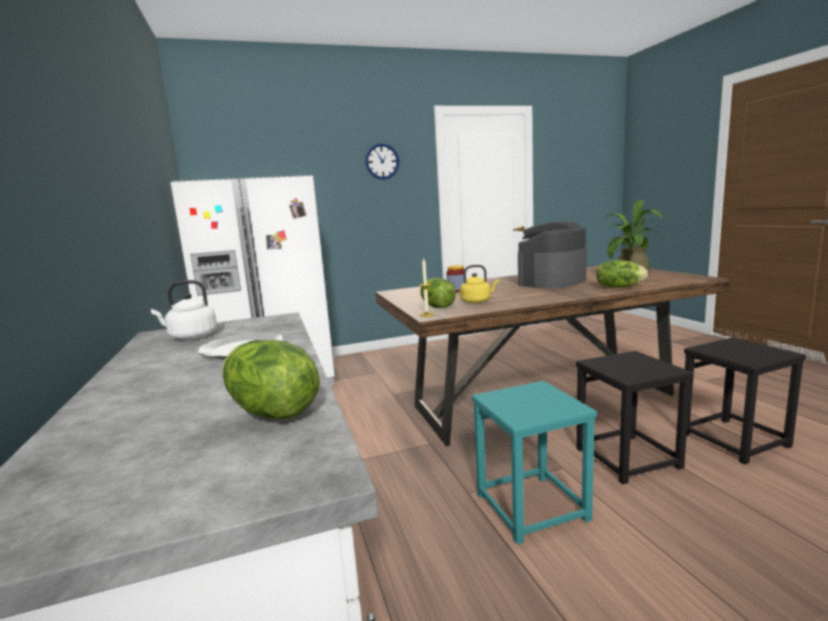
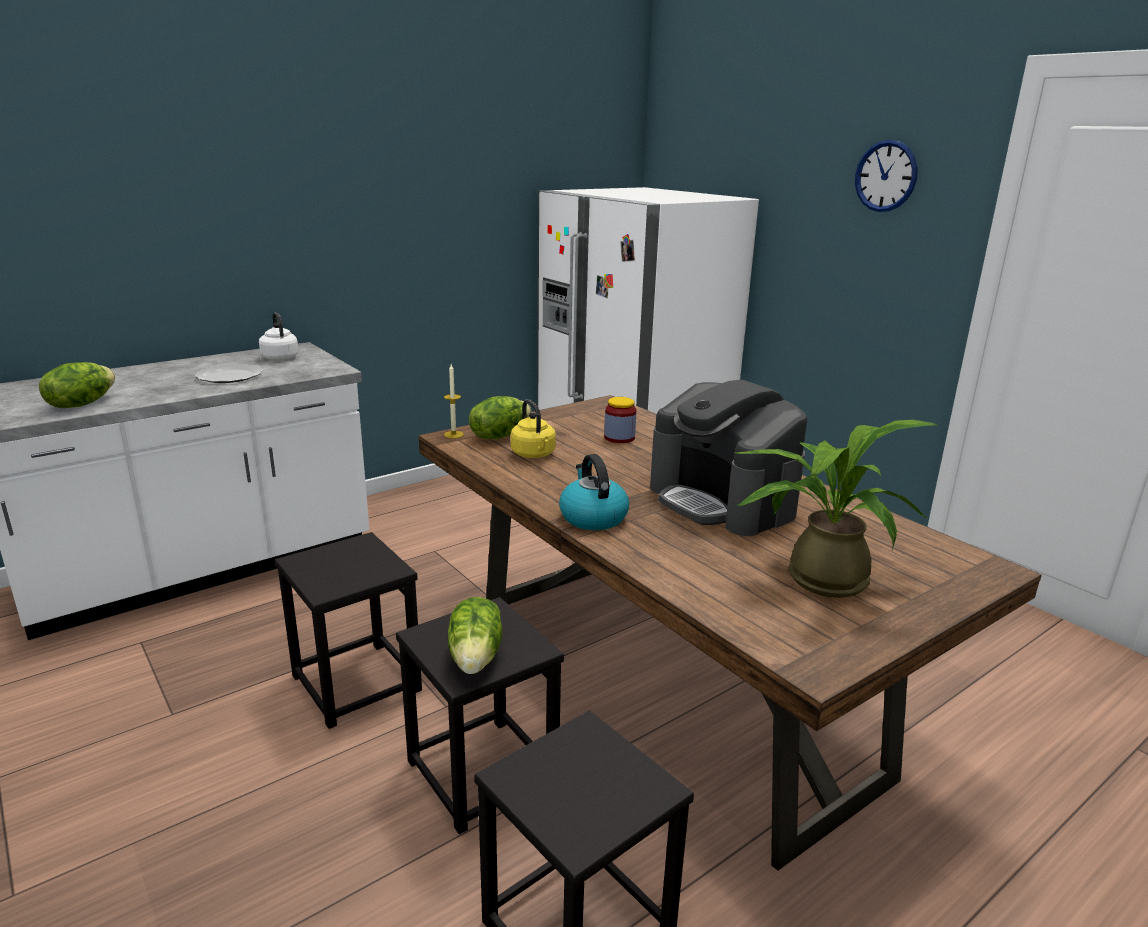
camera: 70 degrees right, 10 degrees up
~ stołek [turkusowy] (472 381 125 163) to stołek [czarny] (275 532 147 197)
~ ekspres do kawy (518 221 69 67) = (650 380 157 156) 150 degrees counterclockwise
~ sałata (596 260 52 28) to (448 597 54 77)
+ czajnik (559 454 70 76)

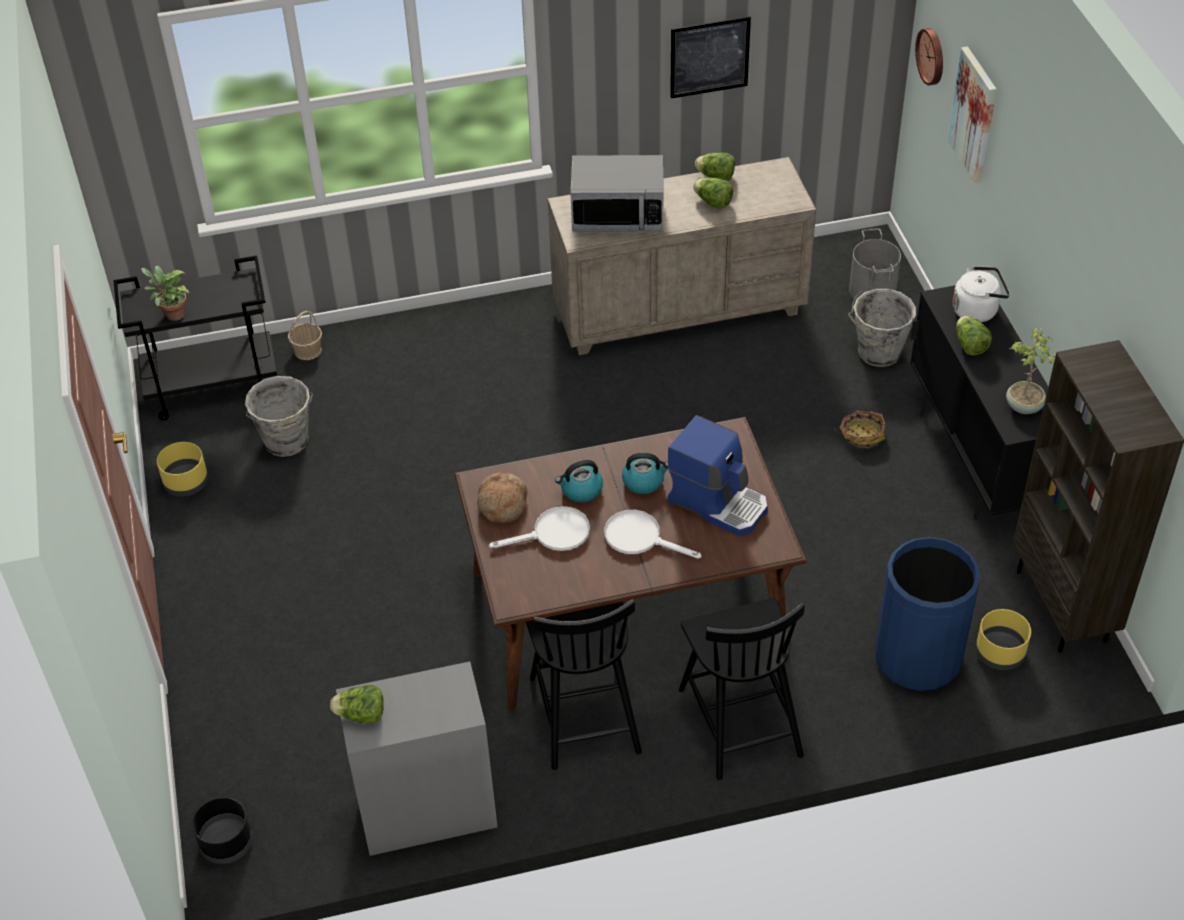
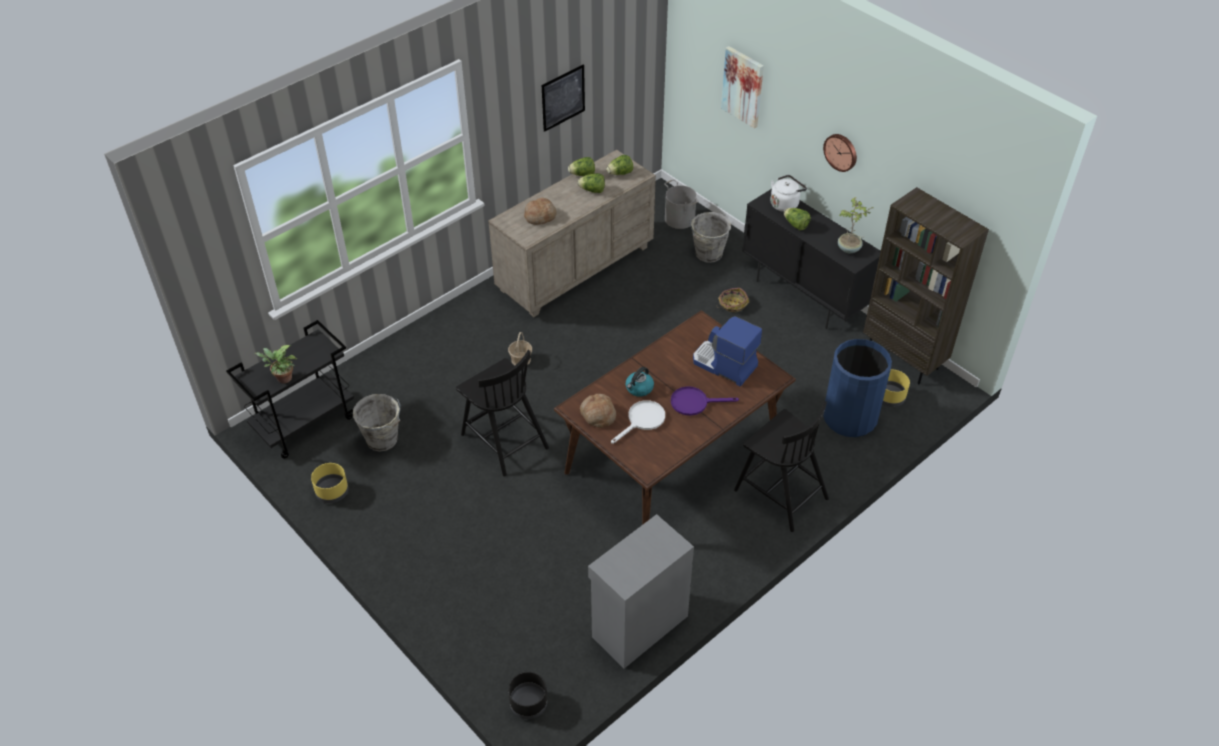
camera: 30 degrees left, 0 degrees up
~ koszyk (288 311 34 49) to (508 332 24 33)
~ sałata (330 685 54 38) to (606 155 27 20)
~ krzesło [czarny] (526 599 116 171) to (456 350 93 127)
~ mikrofalówka (570 155 93 77) to chleb (524 198 33 27)
~ patelnia [biały] (605 510 96 49) to patelnia [fioletowy] (671 386 68 30)
- czajnik (622 453 46 41)
~ ekspres do kawy (668 415 100 121) = (693 316 69 70) 150 degrees counterclockwise
~ zegar ścienny (915 28 28 57) to (823 134 34 38)

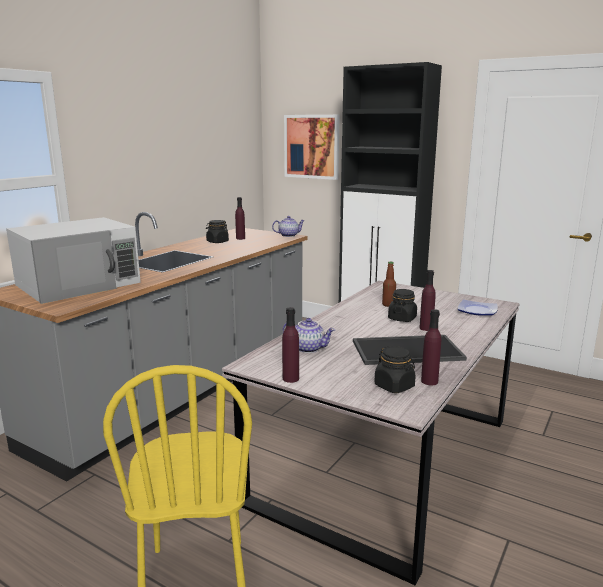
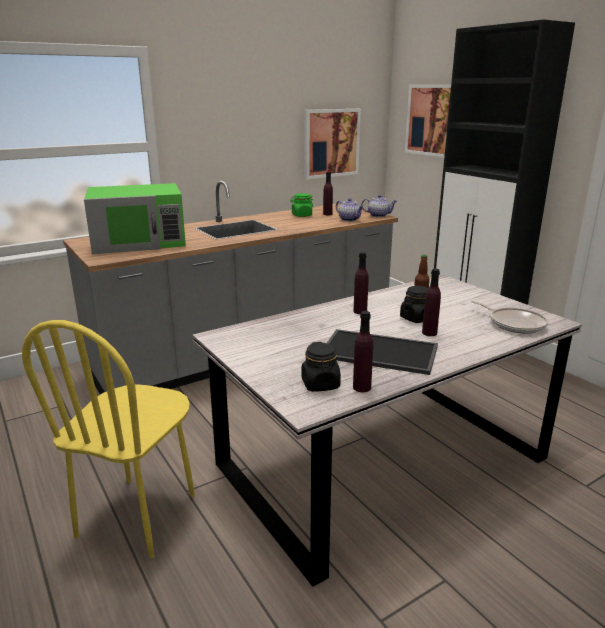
camera: 25 degrees right, 5 degrees up
~ mikrofalówka [biały] (6 217 135 87) to mikrofalówka [zielony] (84 183 102 71)
~ słoik [czarny] (206 220 23 23) to słoik [zielony] (290 193 23 24)
~ butelka [fioletowy] (282 307 17 76) to (353 252 16 62)
~ imbryk (283 318 52 35) to (336 198 28 24)
~ talerz (458 300 40 16) to patelnia (471 301 77 33)
+ obraz (305 109 56 70)

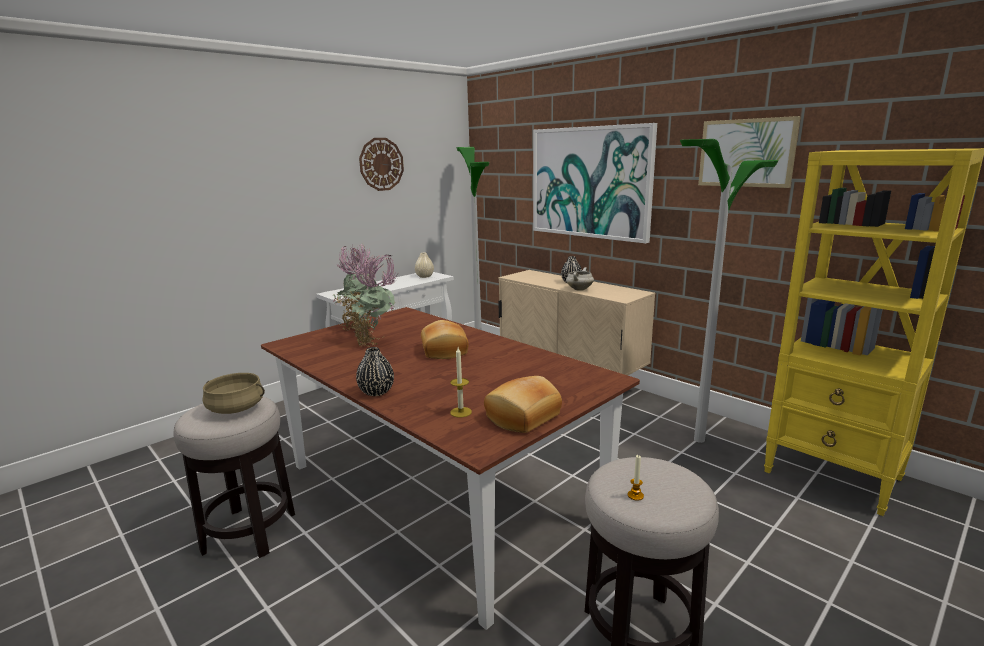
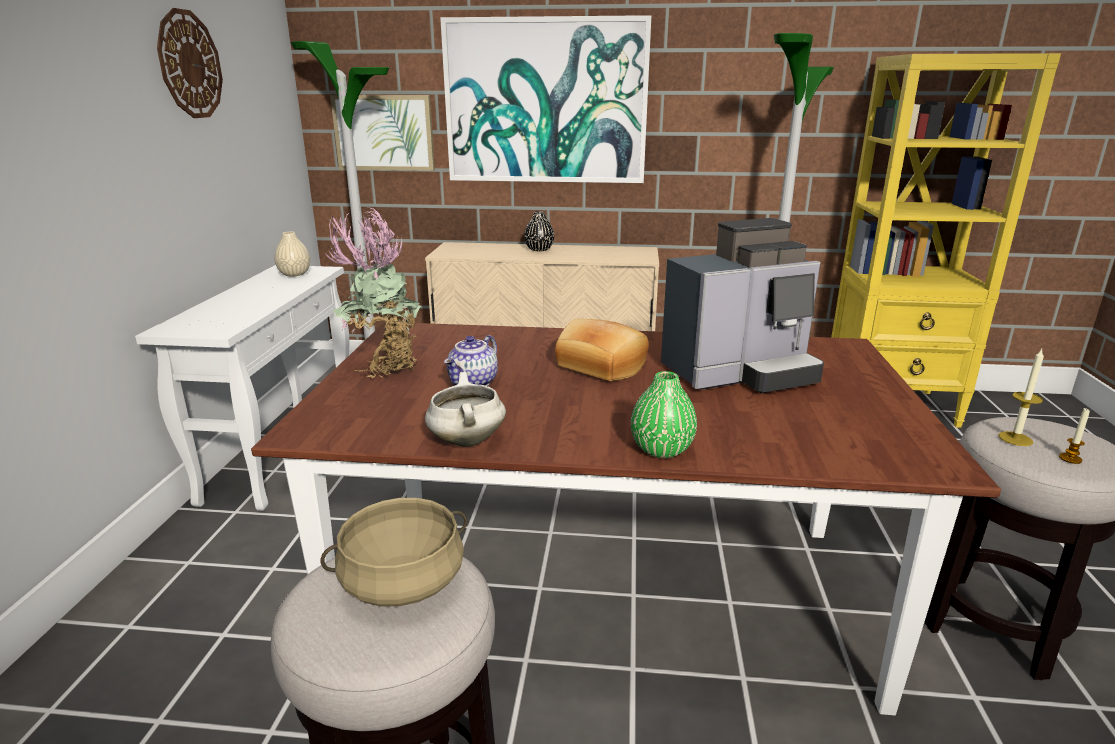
camera: 40 degrees left, 5 degrees up
~ roślina doniczkowa (344 254 54 92) to imbryk (444 335 54 51)
~ wazon [czarny] (356 347 38 49) to wazon [zielony] (631 371 66 87)
~ świeca (450 347 22 70) to (999 349 45 97)
- chleb (484 376 78 57)
~ garnek [biały] (566 267 28 24) to (425 372 81 75)
~ obraz (698 116 103 72) to (330 95 105 76)
+ ekspres do kawy (661 218 163 175)

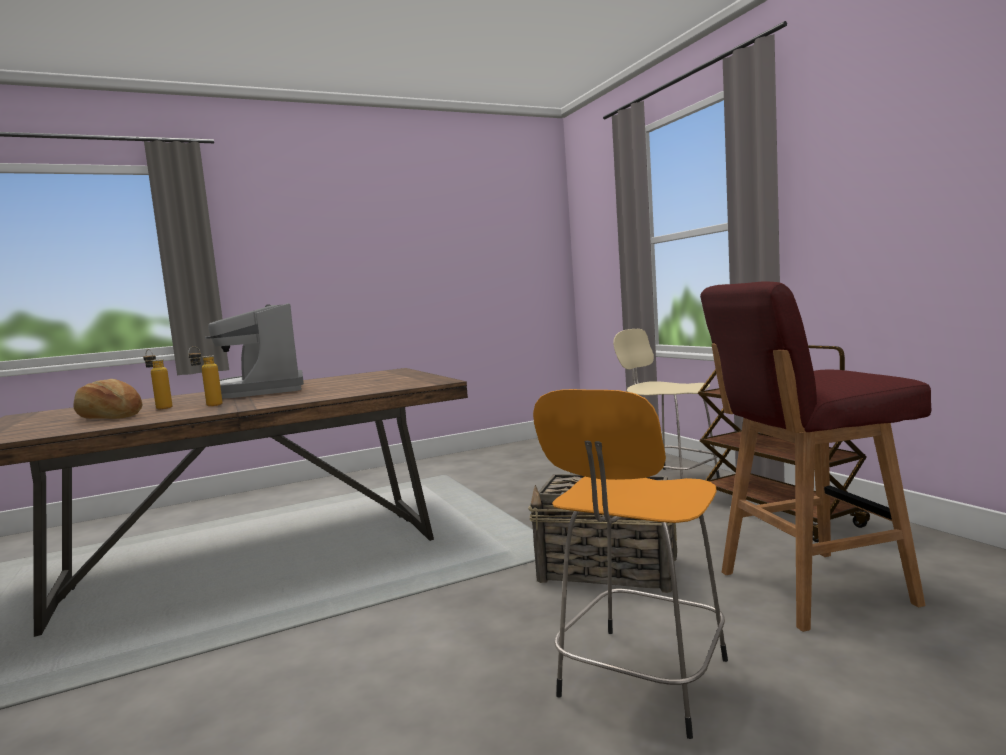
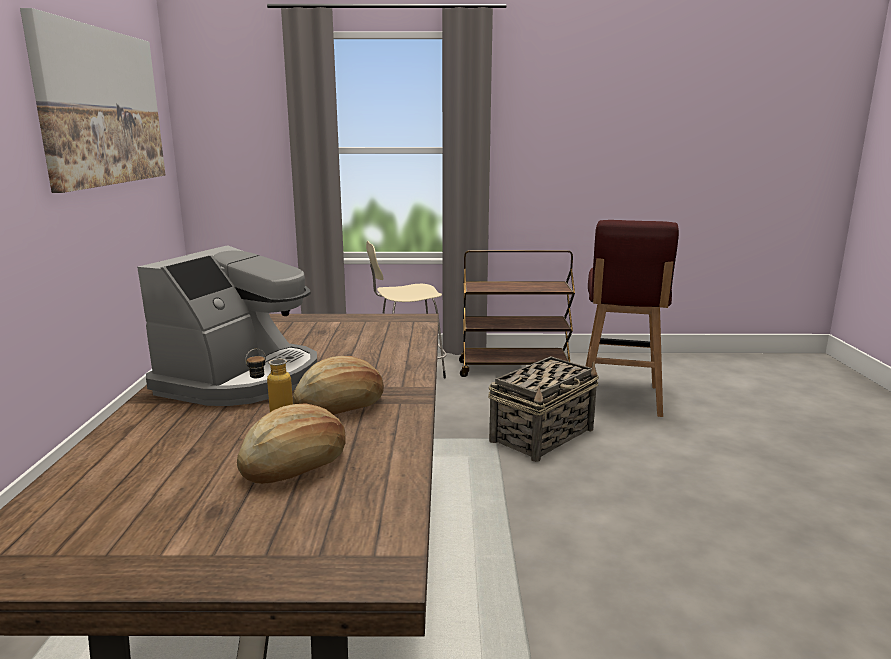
camera: 65 degrees left, 10 degrees up
~ butelka (188 347 34 59) to chleb (293 356 91 59)
~ ekspres do kawy (205 303 99 96) = (137 245 180 161) 75 degrees counterclockwise
- stołek [pomarańczowy] (533 389 195 350)
+ obraz (20 8 145 185)

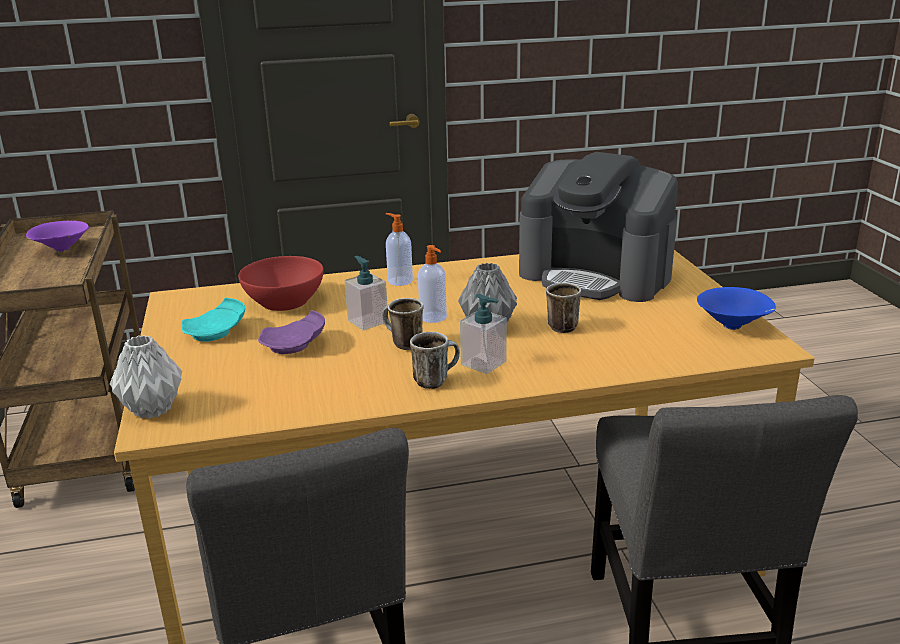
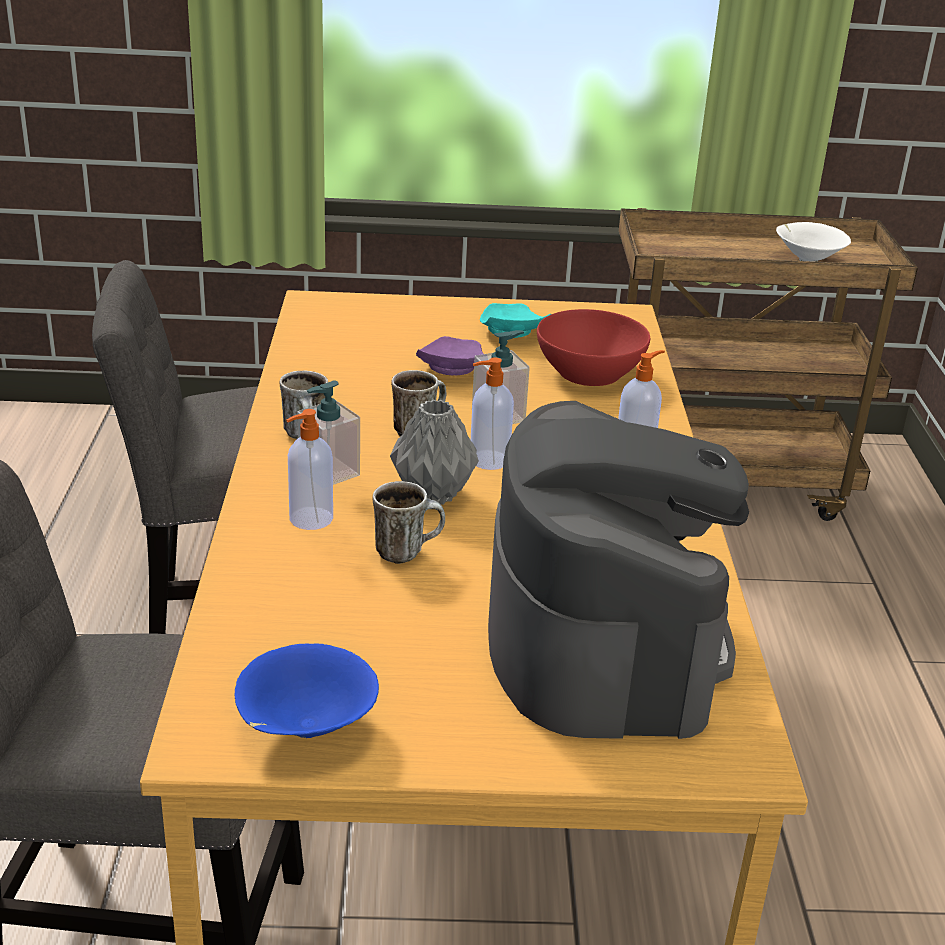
camera: 100 degrees right, 5 degrees up
~ miska [fioletowy] (26 221 63 31) to miska [biały] (776 222 75 40)
- wazon [szary] (110 335 72 84)
~ ekspres do kawy (519 152 159 150) = (488 401 261 338) 135 degrees clockwise
+ dozownik mydła (286 409 47 121)

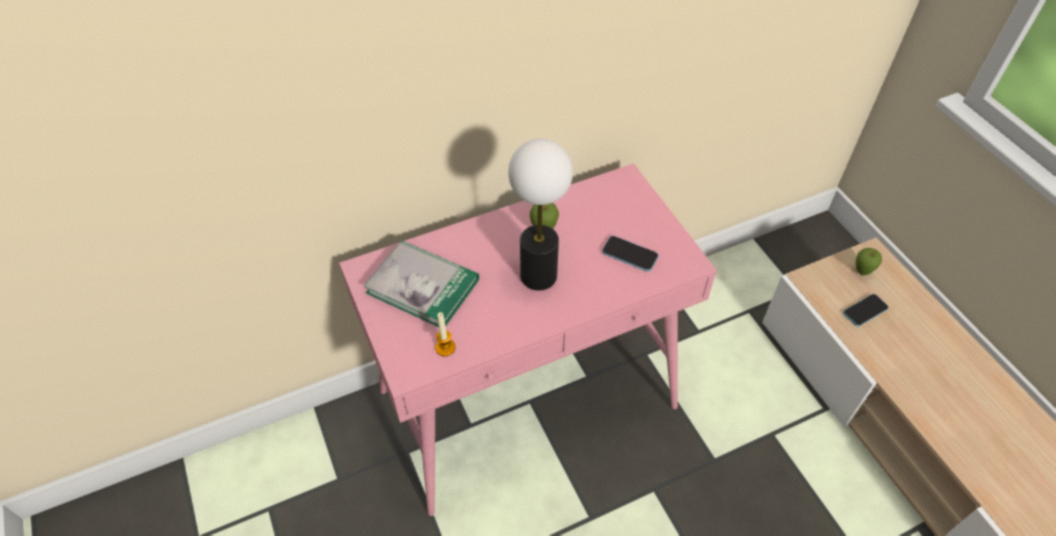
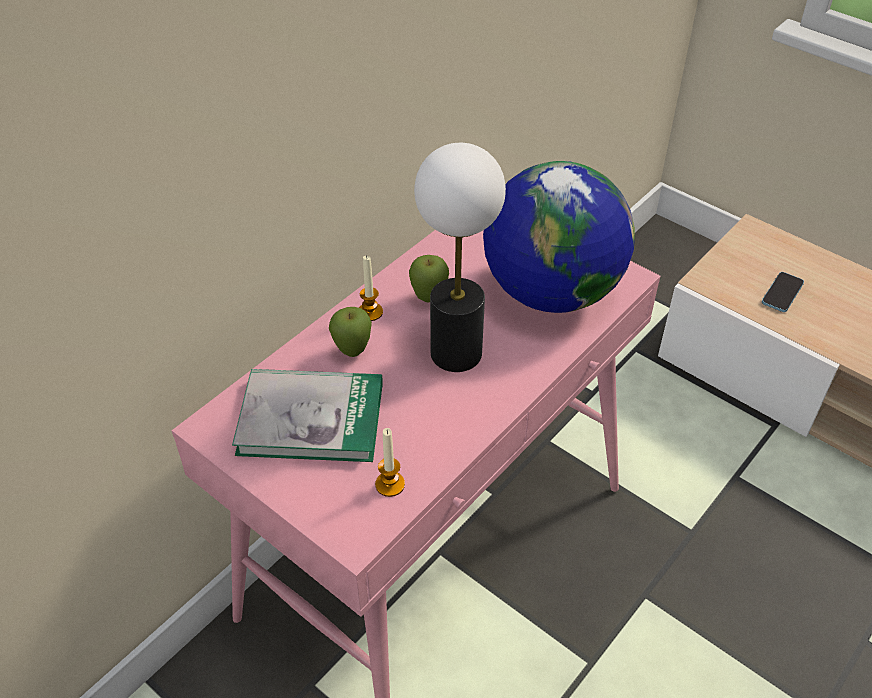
camera: 25 degrees left, 5 degrees down
~ telefon (602 236 57 36) to globus (483 161 152 152)
~ jabłko (856 248 26 27) to (329 307 43 50)
+ świeca (359 255 24 66)

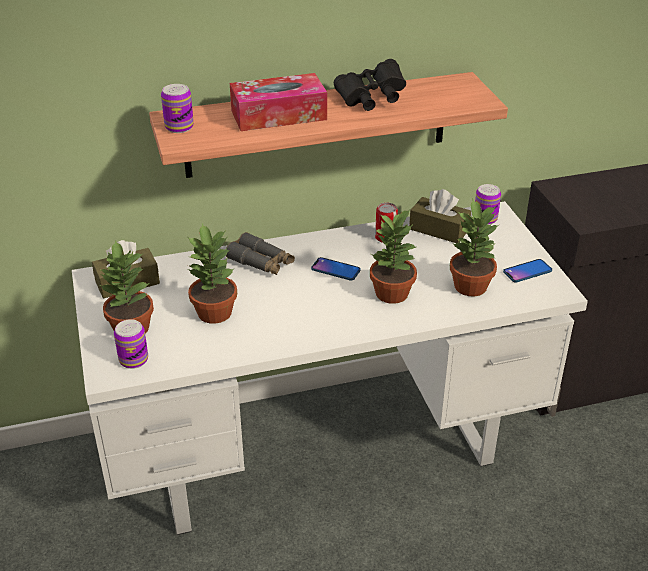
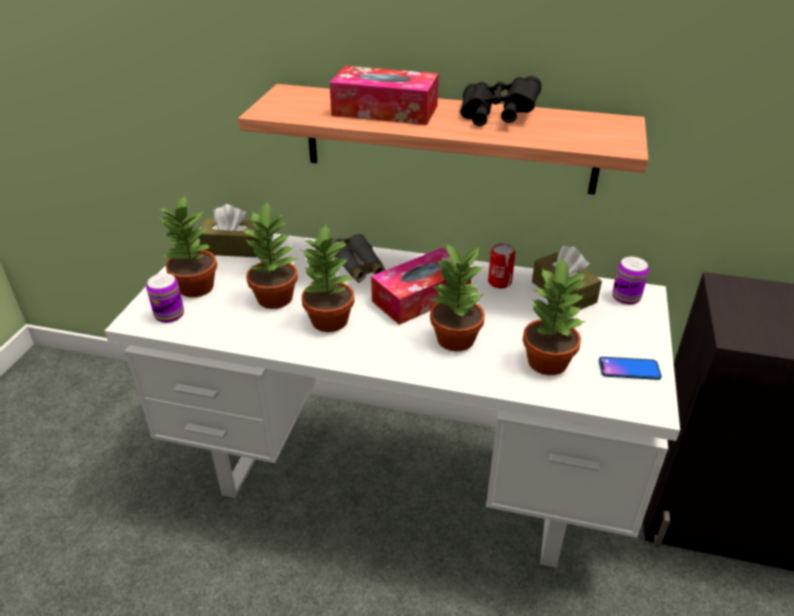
camera: 30 degrees right, 0 degrees up
- puszka (161 84 33 49)
~ telefon (311 257 50 24) to pudełko chusteczek (371 248 100 77)
+ roślina doniczkowa (301 224 53 108)

